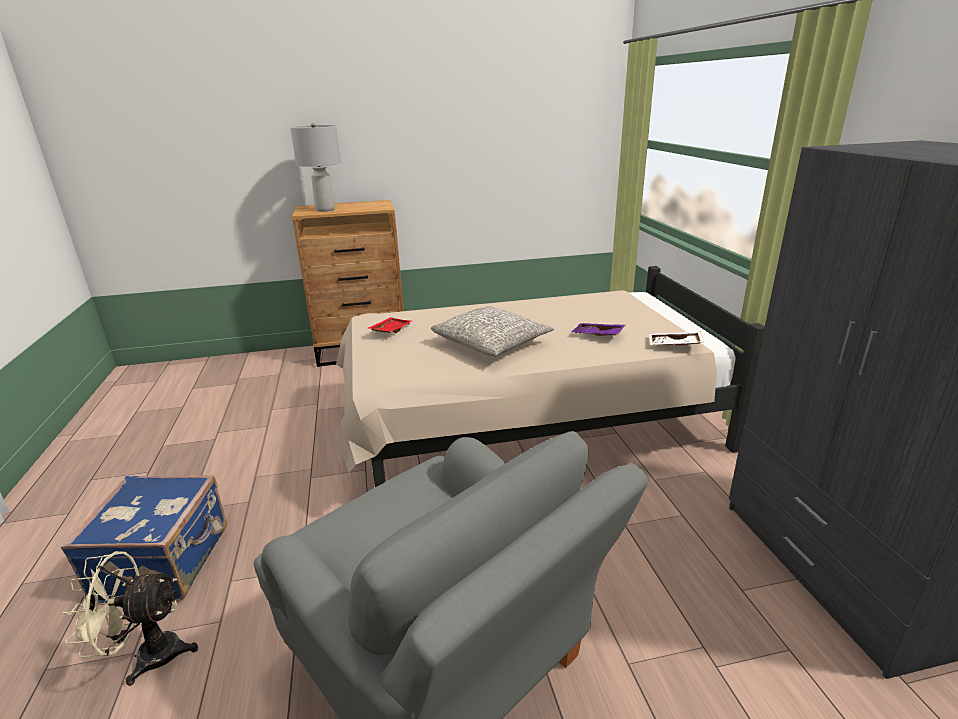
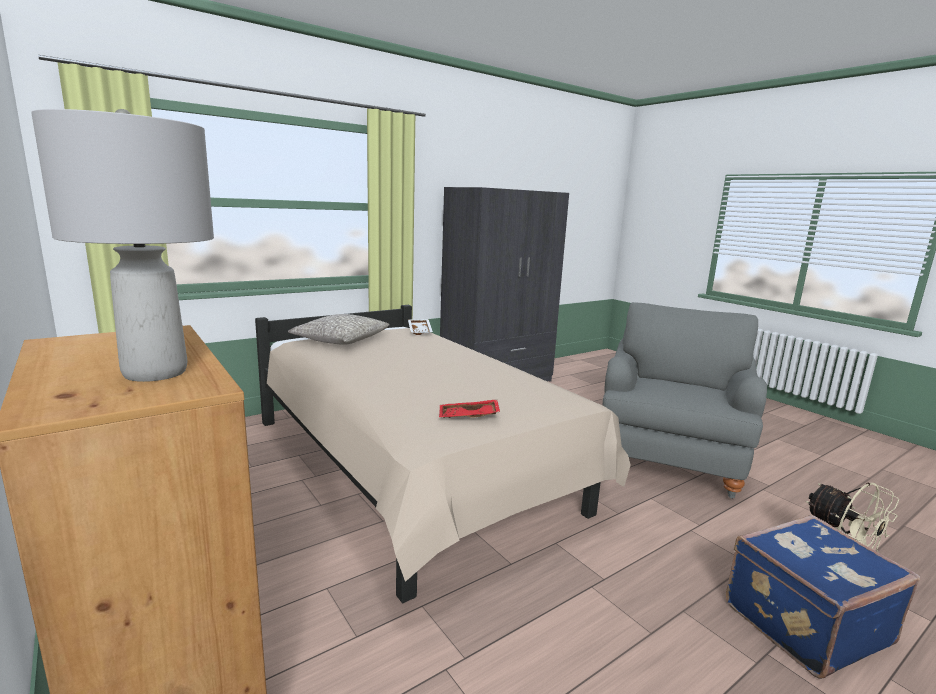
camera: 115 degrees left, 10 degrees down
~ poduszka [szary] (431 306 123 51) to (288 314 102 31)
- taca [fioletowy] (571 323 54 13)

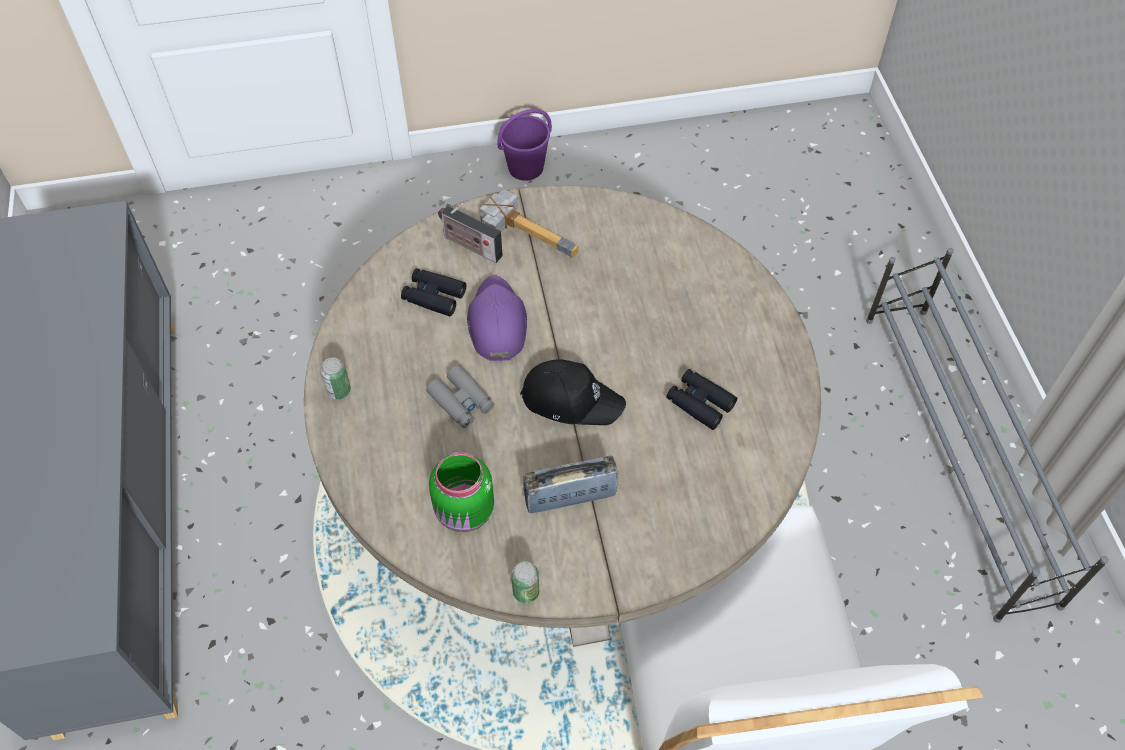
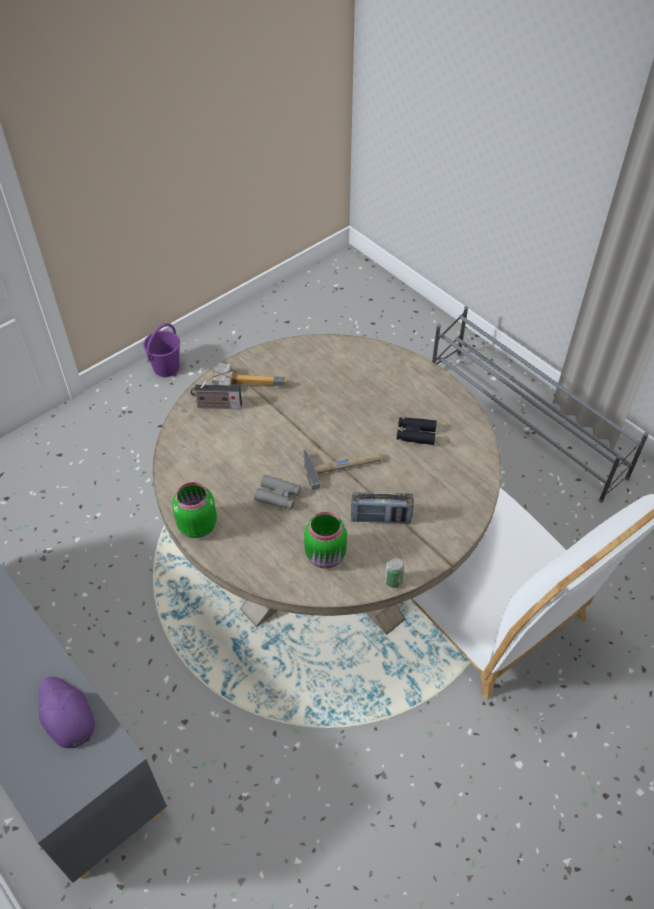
camera: 30 degrees left, 5 degrees down
~ puszka (321 358 30 41) to słoik [zielony] (172 482 45 56)
- lornetka [czarny] (401 268 65 48)
~ czapka z daszkiem [fioletowy] (467 275 60 86) to (38 677 57 71)
~ czapka z daszkiem [czarny] (520 360 106 65) to młotek (304 449 77 41)
~ radio (523 456 95 57) = (351 492 63 32) 135 degrees counterclockwise

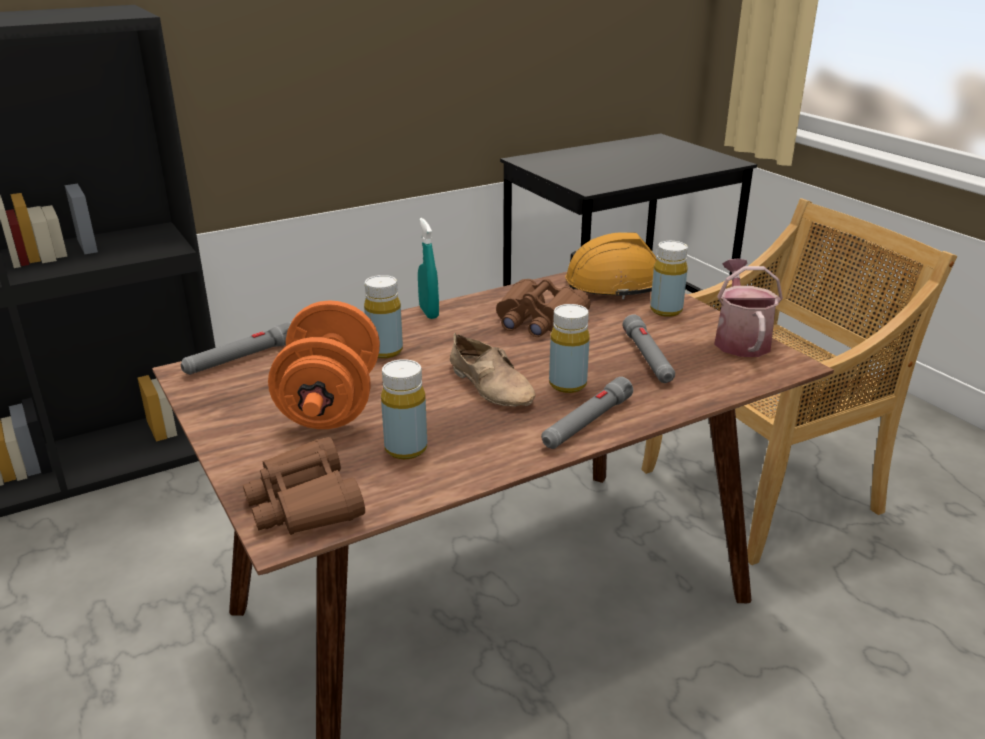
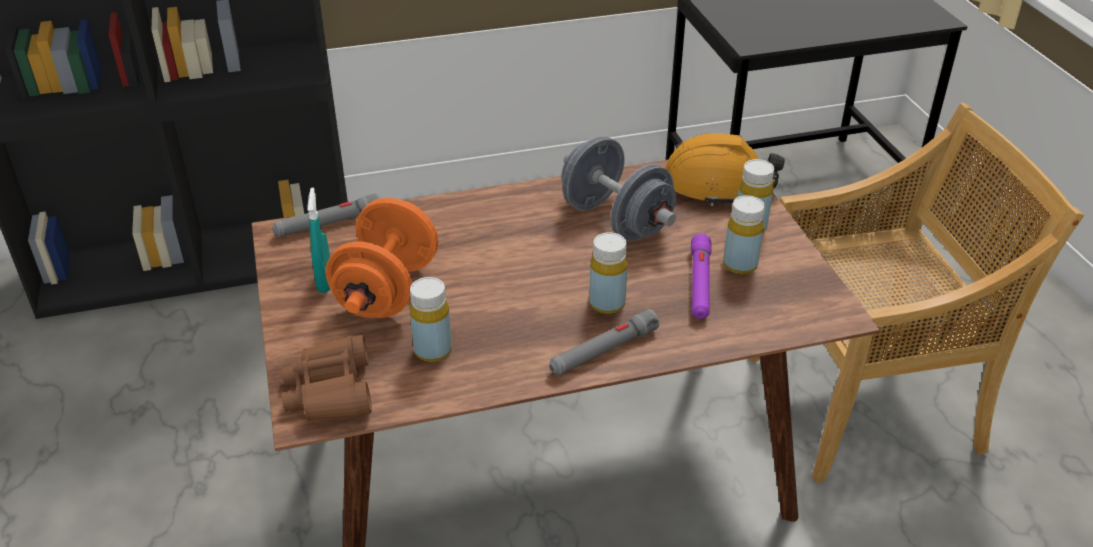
camera: 15 degrees right, 10 degrees up
~ butelka [żółty] (364 275 39 83) to (723 195 42 79)
~ spryskiwacz [turkusowy] (418 218 21 101) to (308 188 22 105)
- but [beżowy] (450 332 85 75)
~ lornetka [brązowy] (496 279 95 58) to hantel [szary] (561 136 115 105)
~ latarka [szary] (623 315 52 68) to latarka [fioletowy] (691 234 20 85)
- konewka (714 258 69 99)

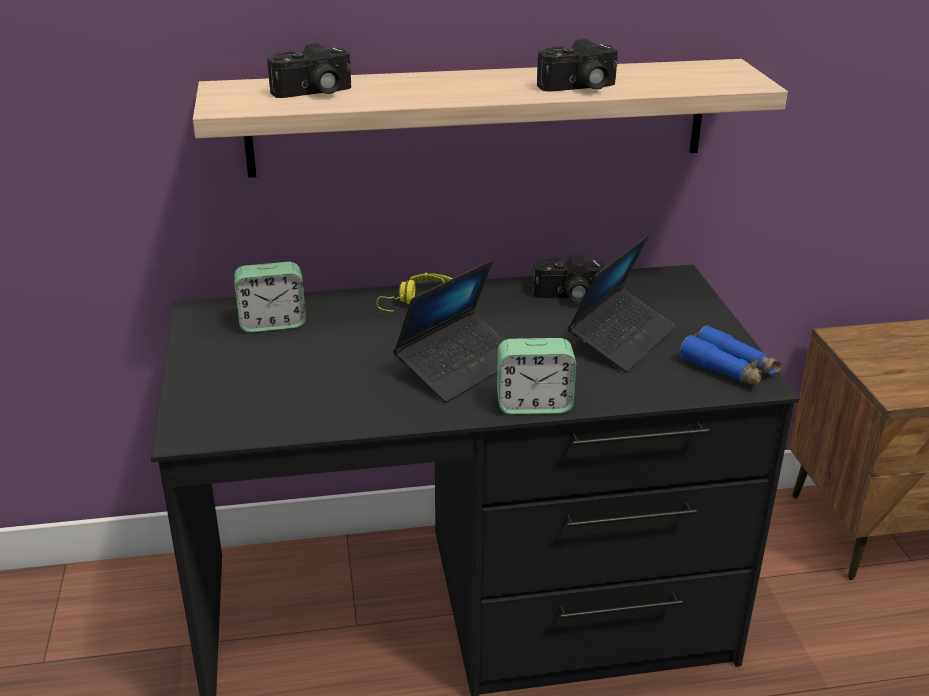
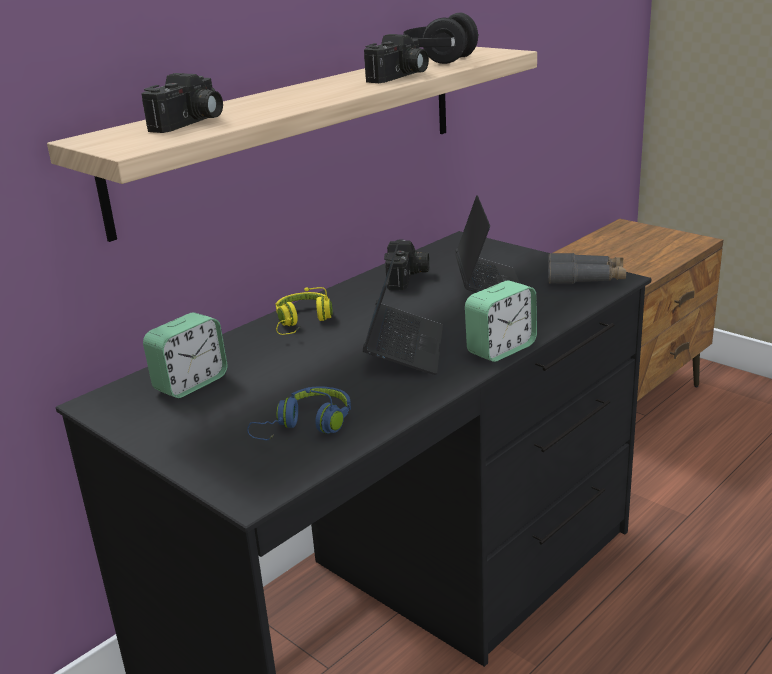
camera: 35 degrees left, 5 degrees down
~ aparat fotograficzny (533 254 72 49) = (384 239 45 51) 45 degrees counterclockwise
~ lornetka [niebieski] (679 325 103 61) to lornetka [szary] (548 253 78 31)
+ słuchawki [niebieski] (247 386 104 54)
+ słuchawki [czarny] (403 12 76 52)

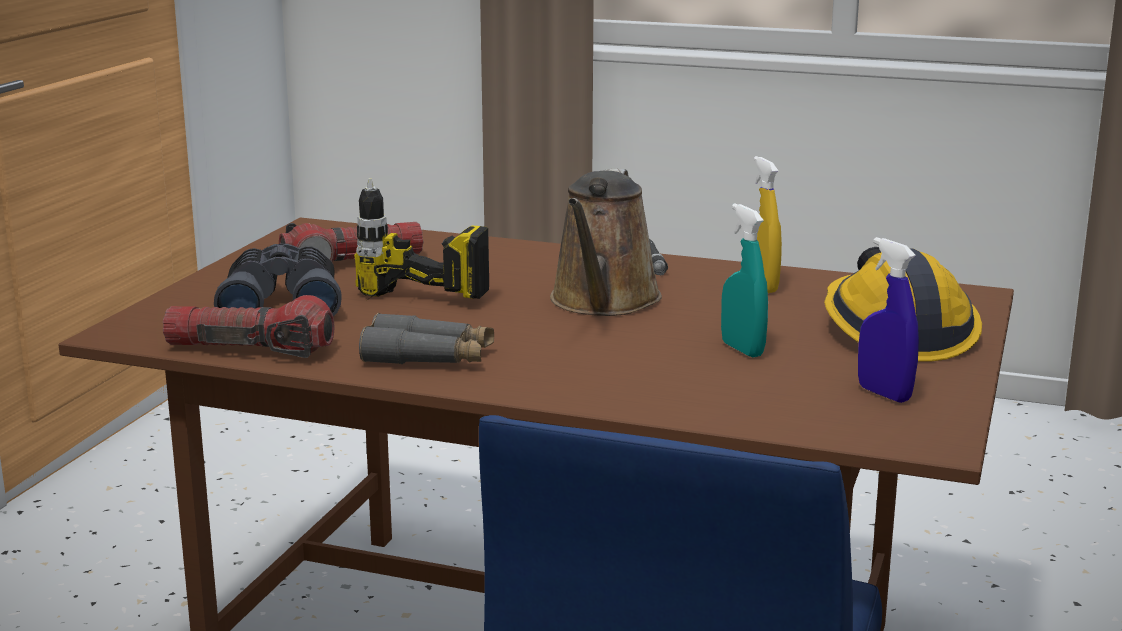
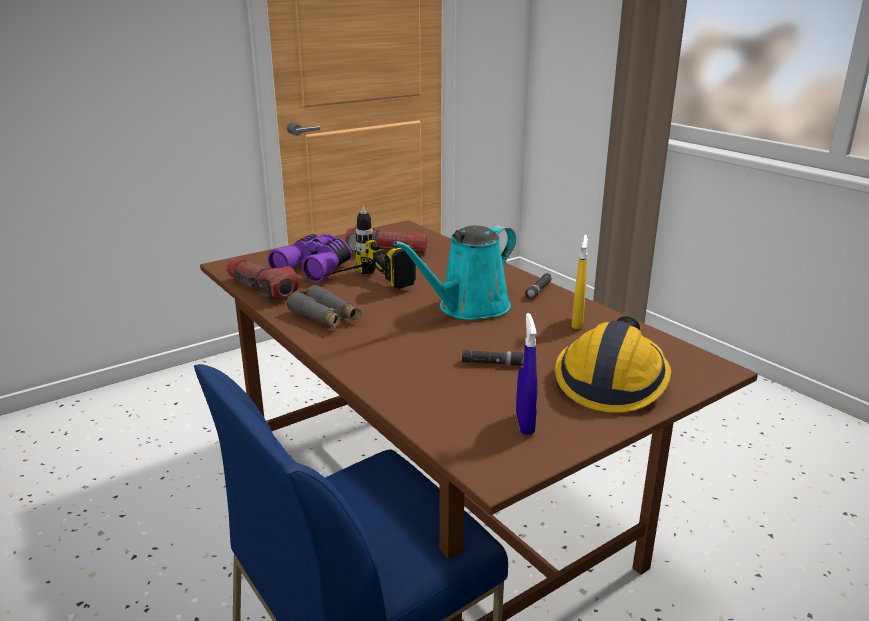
camera: 35 degrees right, 5 degrees up
~ lornetka [szary] (214 243 127 73) to lornetka [fioletowy] (268 234 84 48)
~ konewka [brązowy] (550 169 112 147) to konewka [turkusowy] (393 225 123 95)
~ spryskiwacz [turkusowy] (721 203 47 155) to latarka [czarny] (462 350 61 16)

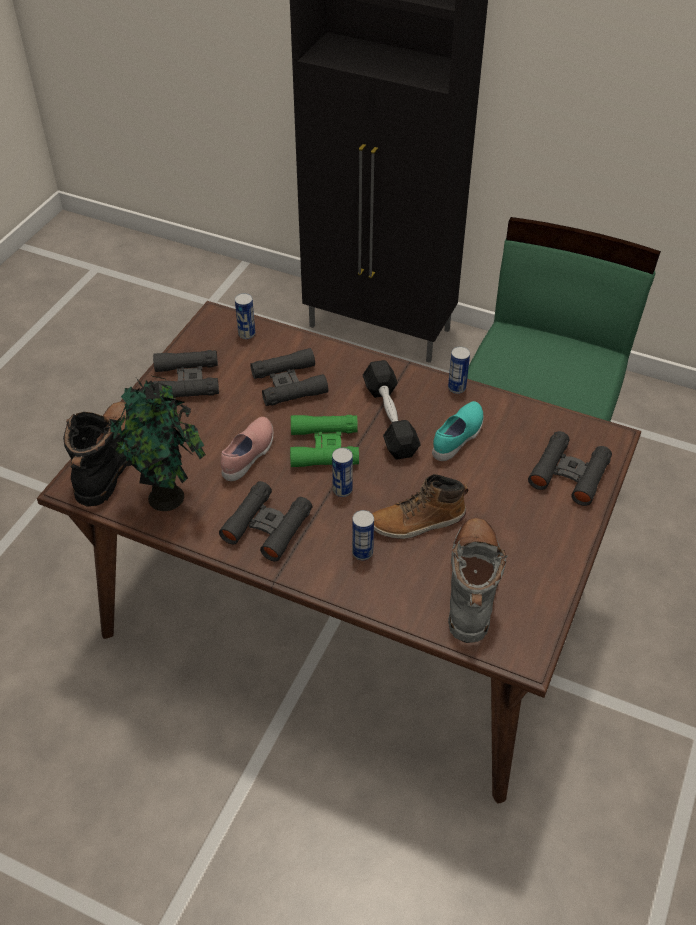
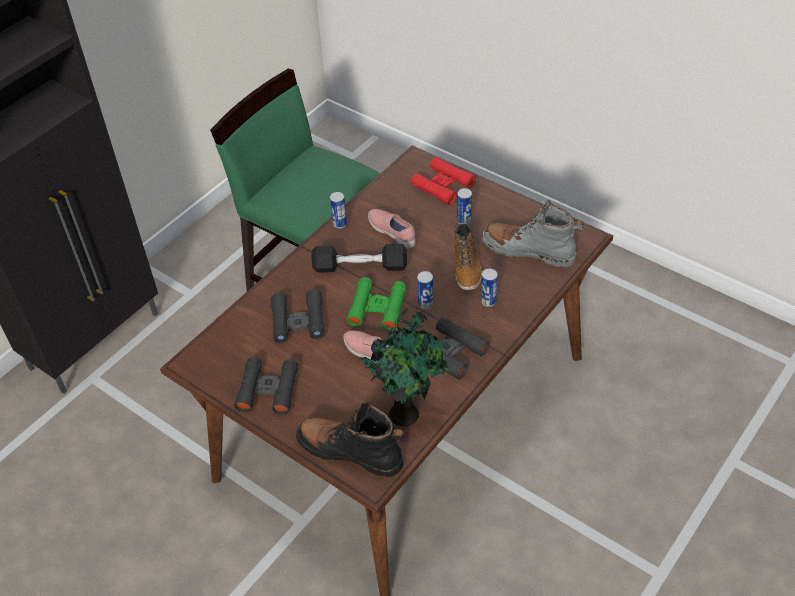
camera: 75 degrees left, 0 degrees up
~ puszka (235 293 20 46) to (457 188 15 37)
~ but [turkusowy] (432 401 51 60) to but [różowy] (368 209 48 39)
~ lornetka [czarny] (528 431 84 75) to lornetka [czerwony] (411 157 65 48)

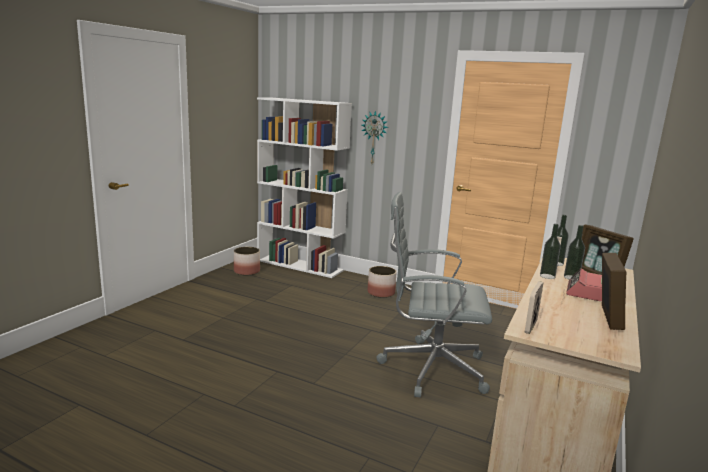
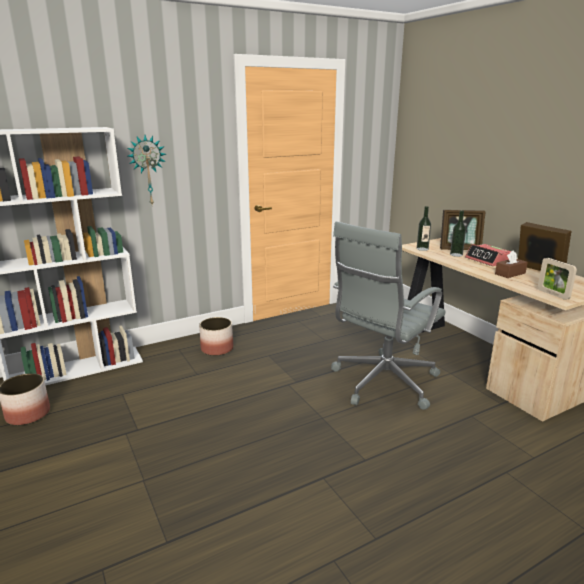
camera: 55 degrees left, 5 degrees up
- butelka (540 224 21 55)
+ pudełko chusteczek [brązowy] (495 250 33 28)

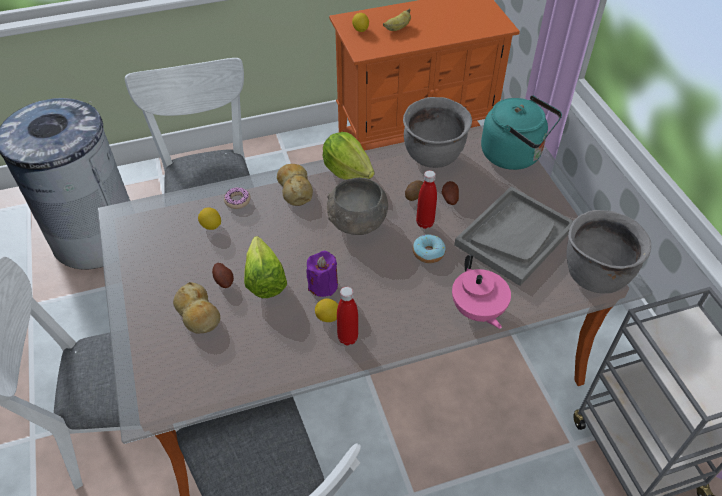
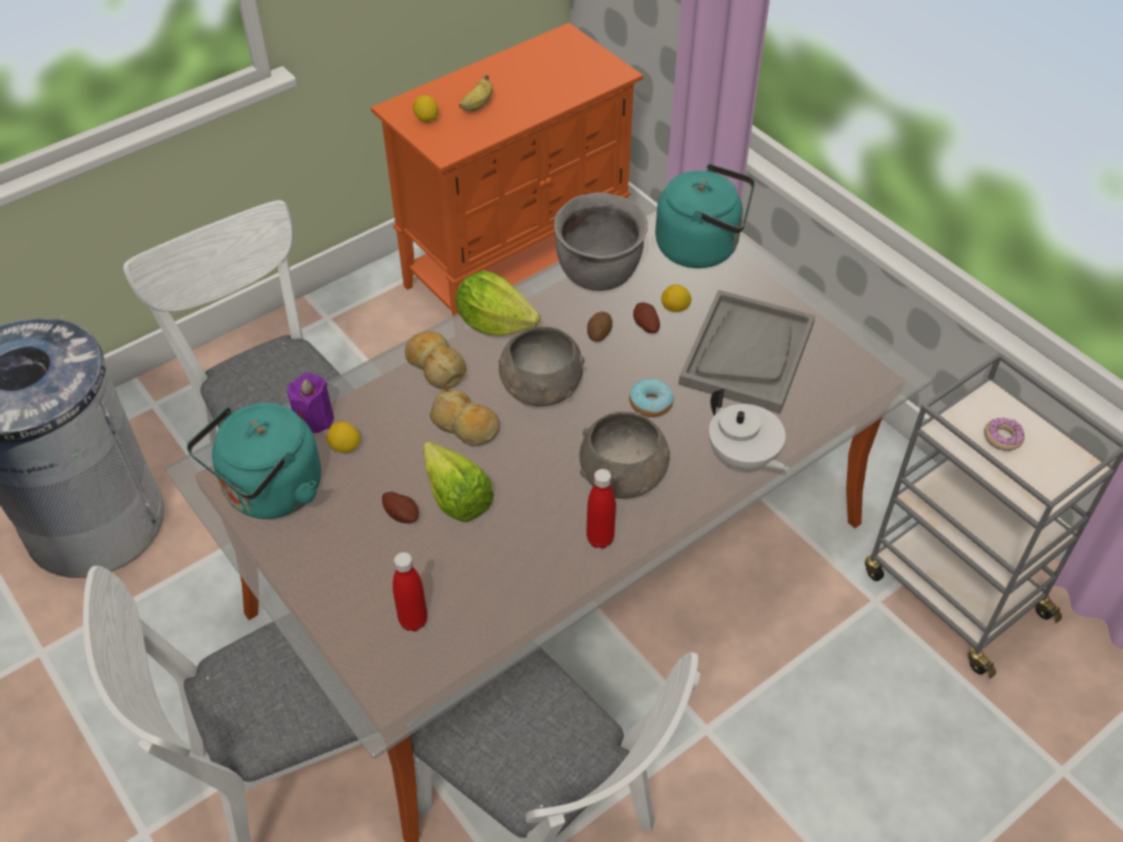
camera: 20 degrees left, 0 degrees up
~ chleb (173 282 47 51) to (429 389 71 57)
~ donut (224 187 27 22) to (984 418 41 33)
~ świeca [fioletowy] (306 251 32 46) to (287 373 47 61)
~ cytryna (315 298 23 24) to (661 284 30 28)
~ butelka [czerwony] (416 170 21 59) to (393 552 34 79)
~ imbryk [różowy] (452 255 59 74) to imbryk [biały] (709 389 80 82)
- garnek [szary] (566 210 85 84)
+ czajnik [turkusowy] (187 403 134 116)
+ miska [szary] (580 412 90 87)

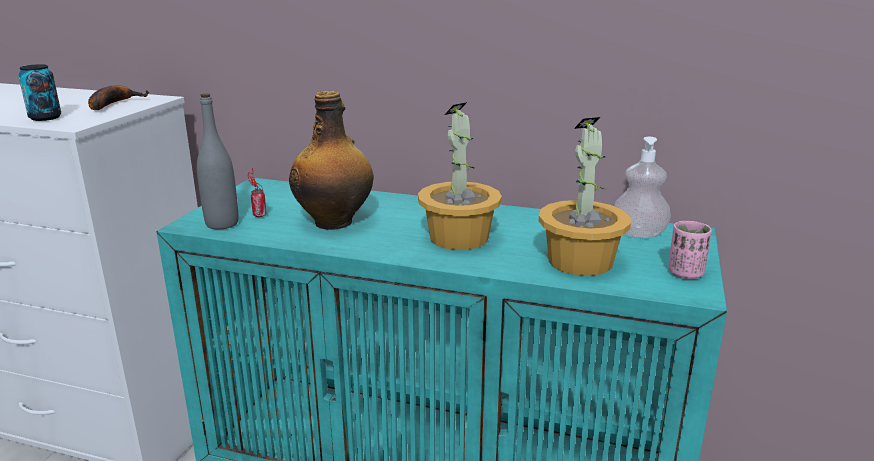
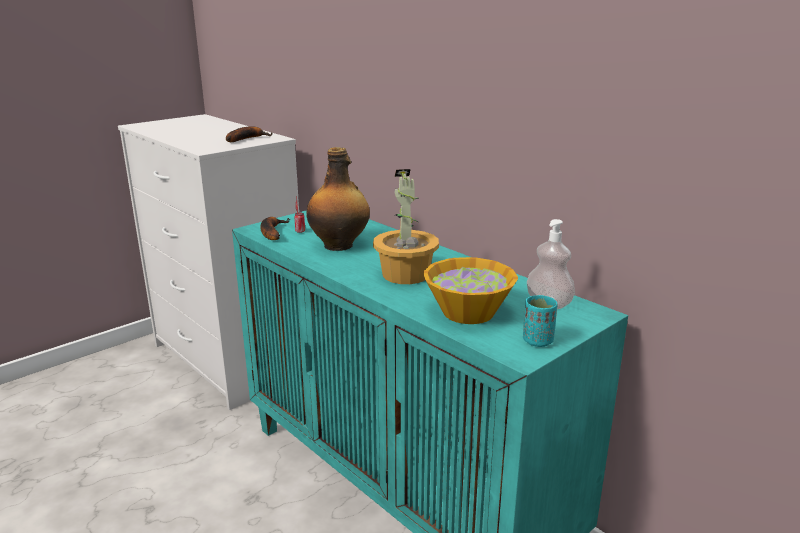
camera: 30 degrees right, 0 degrees up
- puszka (18 64 43 57)
~ butelka [szary] (197 93 41 136) to banan (261 217 29 23)
~ roślina doniczkowa (539 117 92 159) to miska (423 257 95 67)
~ filiżanka [różowy] (668 221 44 58) to filiżanka [turkusowy] (523 295 35 52)

